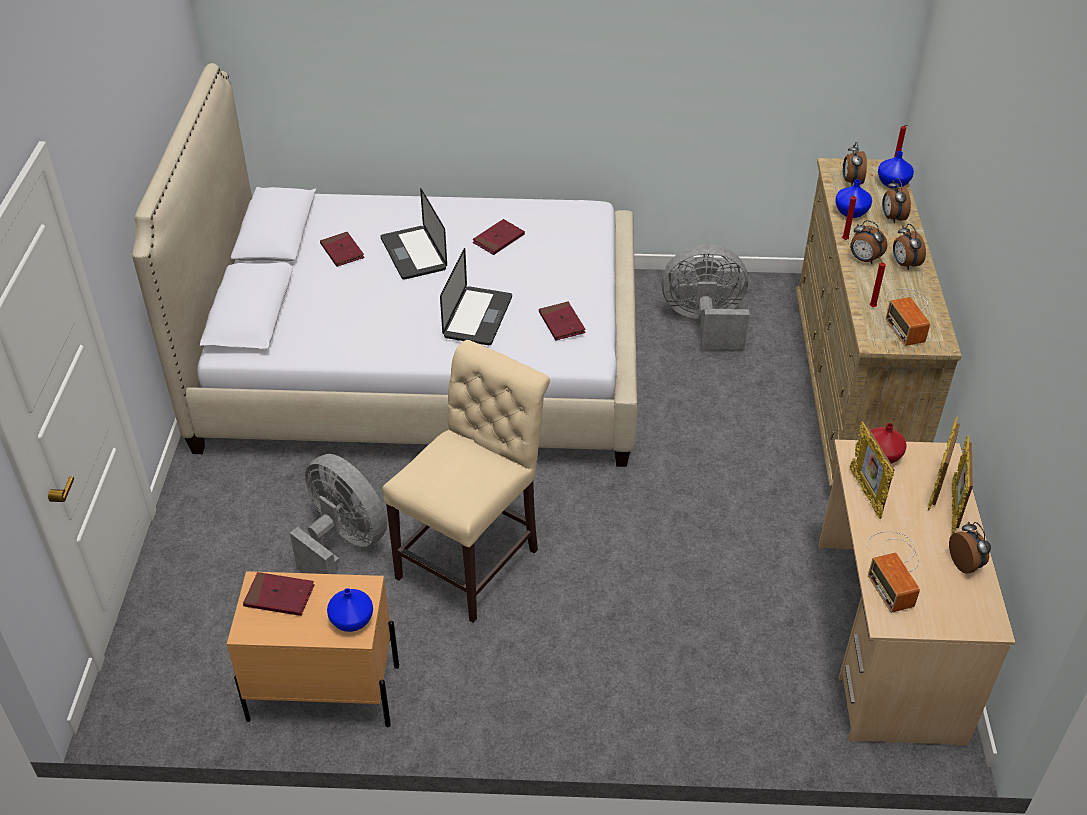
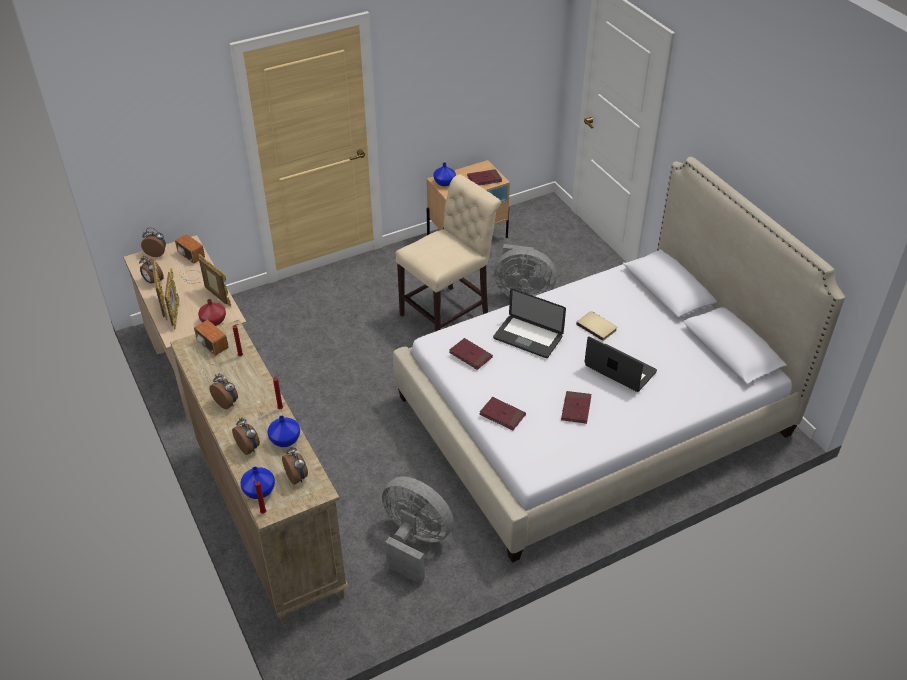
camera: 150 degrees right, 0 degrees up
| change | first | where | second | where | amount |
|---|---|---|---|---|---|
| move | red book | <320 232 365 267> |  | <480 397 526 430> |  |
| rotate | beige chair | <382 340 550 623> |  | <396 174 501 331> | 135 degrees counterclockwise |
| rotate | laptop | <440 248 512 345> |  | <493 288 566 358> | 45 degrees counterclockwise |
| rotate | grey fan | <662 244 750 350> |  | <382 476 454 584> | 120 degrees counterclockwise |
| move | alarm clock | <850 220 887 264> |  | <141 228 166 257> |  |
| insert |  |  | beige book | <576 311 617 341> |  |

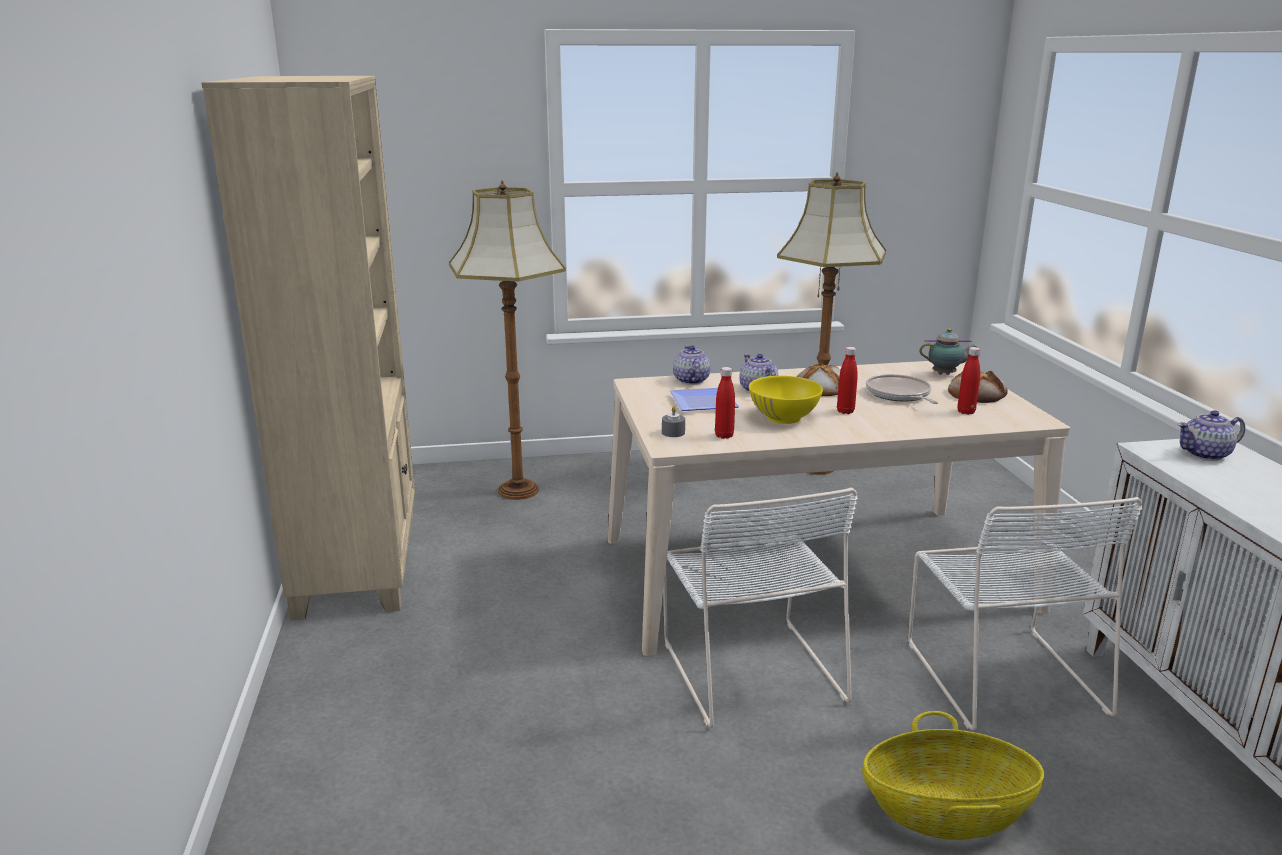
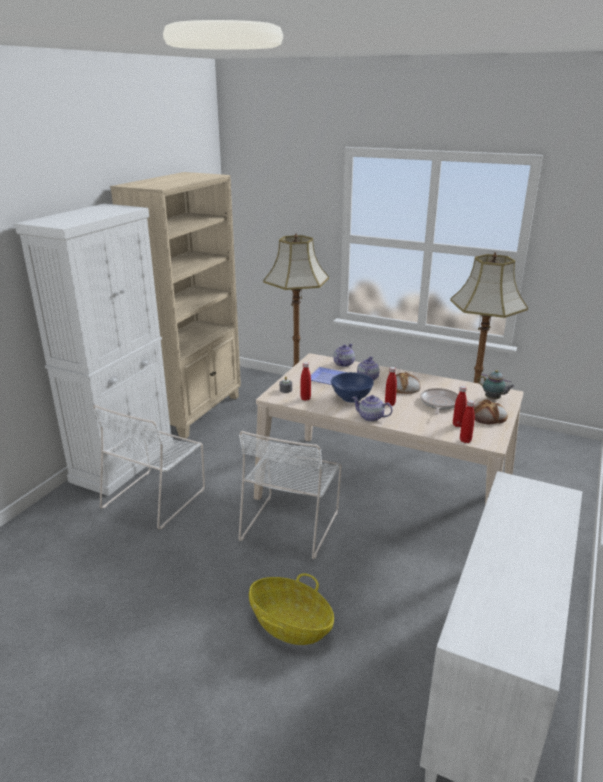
camera: 35 degrees right, 5 degrees up
| change | first | where | second | where | amount |
|---|---|---|---|---|---|
| recolor | yellow bowl | <749 376 823 424> | blue bowl | <331 372 374 402> |  |
| move | white chair | <908 497 1142 731> |  | <93 405 205 529> |  |
| move | teapot | <1177 410 1245 461> |  | <352 395 393 422> |  |
| insert |  |  | white cabinet | <15 204 174 496> |  |
| insert |  |  | red bottle | <460 400 475 443> |  |

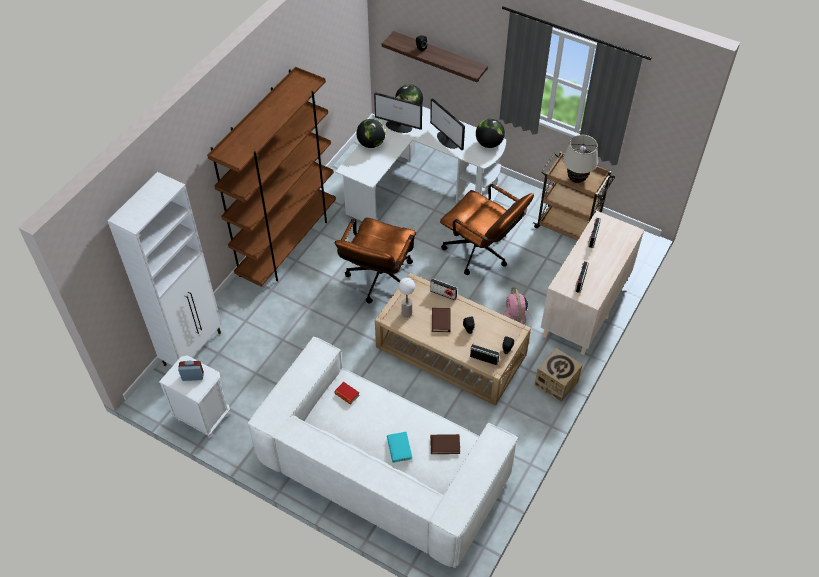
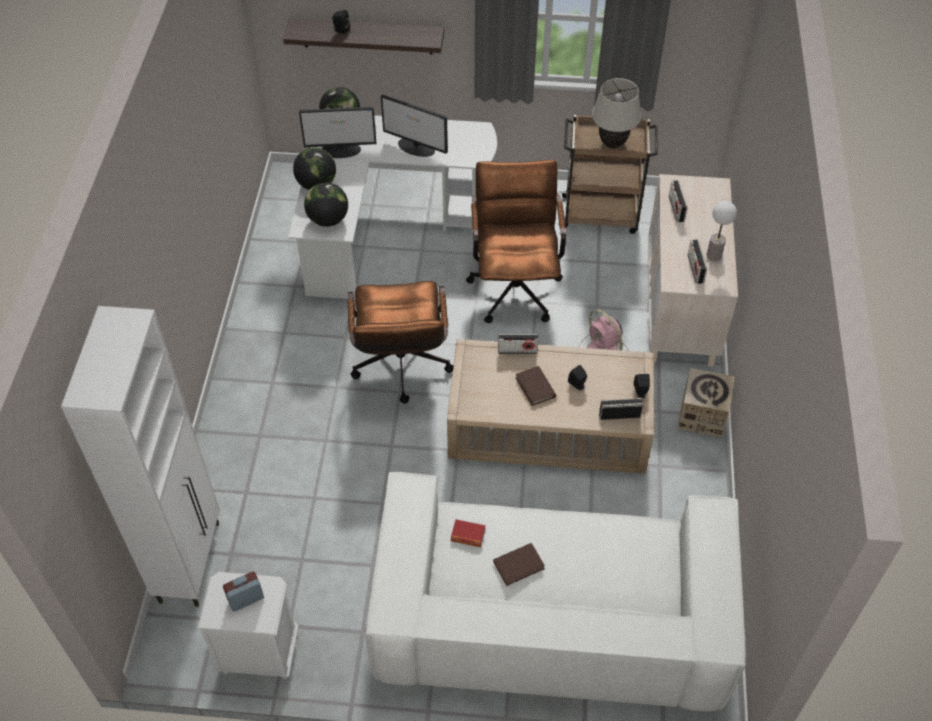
camera: 25 degrees left, 0 degrees up
| change | first | where | second | where | amount |
|---|---|---|---|---|---|
| delete | brown bookcase | <207 67 336 287> |  |  |  |
| delete | turquoise book | <387 432 412 463> |  |  |  |
| move | table lamp | <398 278 415 317> |  | <707 201 737 261> |  |
| move | brown book | <430 434 460 454> |  | <493 543 545 586> |  |
| rotate | brown office chair | <440 184 534 275> |  | <466 160 566 323> | 105 degrees counterclockwise |
| move | globe | <476 119 505 148> |  | <304 183 348 227> |  |

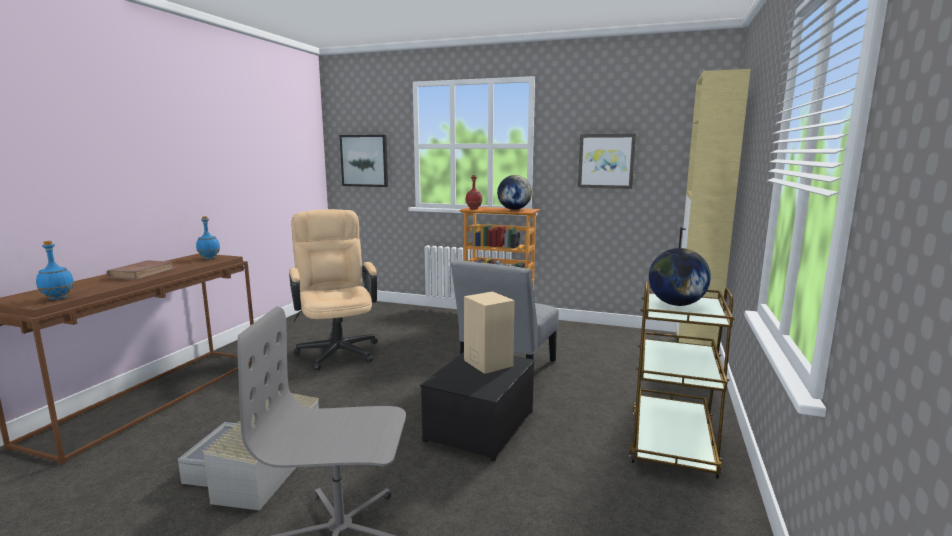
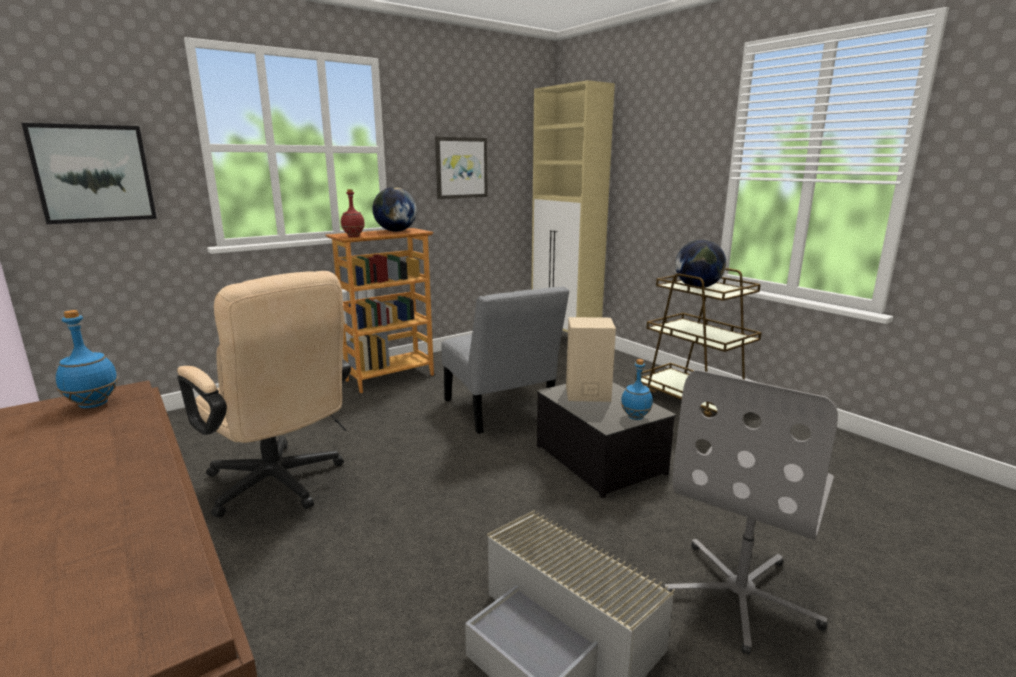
camera: 55 degrees left, 5 degrees up
| change | first | where | second | where | amount |
|---|---|---|---|---|---|
| move | blue bottle | <36 241 74 300> |  | <621 359 653 420> |  |
| delete | brown book | <106 260 176 280> |  |  |  |
| rotate | beige office chair | <289 209 378 371> |  | <177 271 351 518> | 150 degrees counterclockwise |

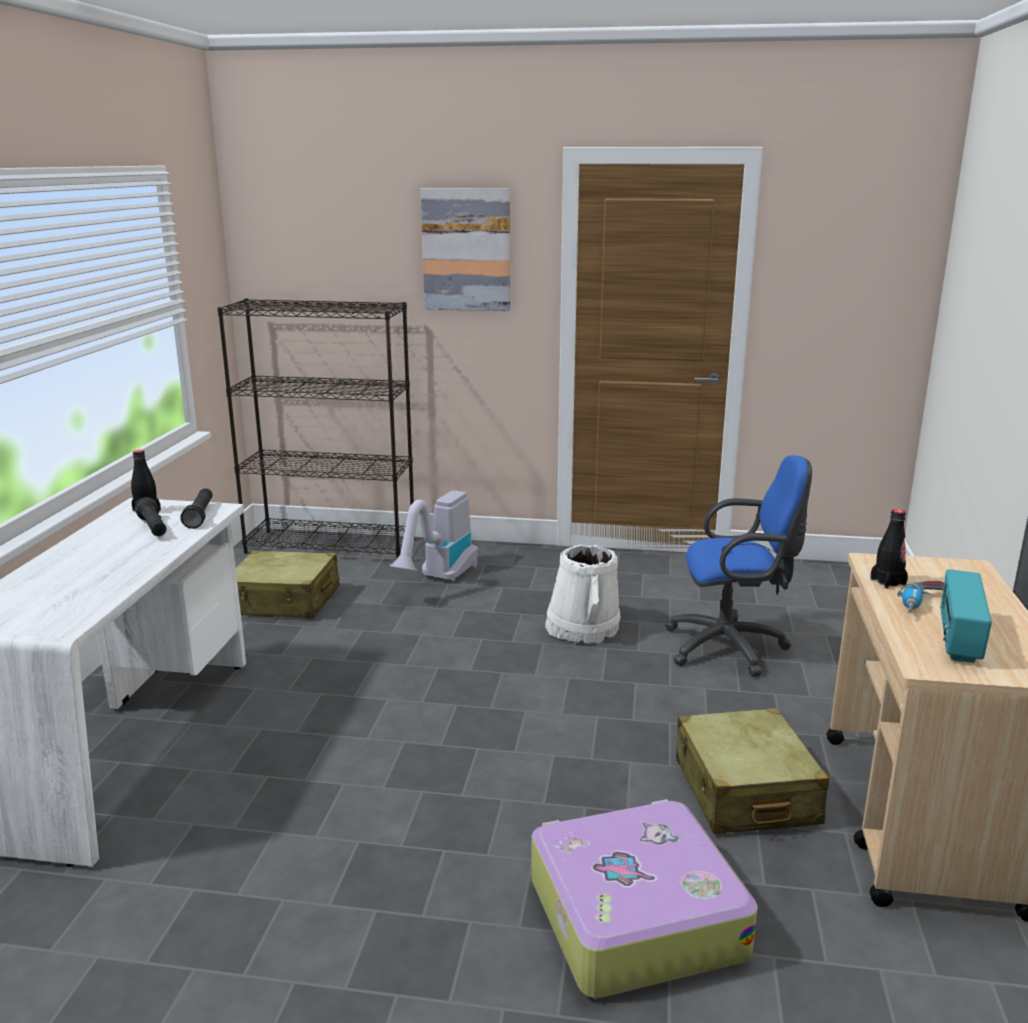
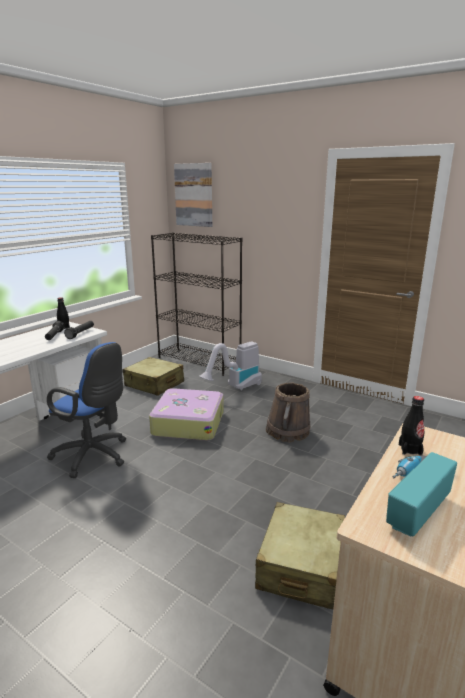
camera: 25 degrees right, 0 degrees up
| change | first | where | second | where | amount |
|---|---|---|---|---|---|
| move | picture | <420 188 510 311> |  | <174 163 212 227> |  |
| move | suitcase | <531 799 758 998> |  | <149 388 224 441> |  |
| recolor | white bucket | <545 545 621 644> | brown bucket | <266 382 310 443> |  |
| move | blue office chair | <665 455 812 677> |  | <47 342 126 478> |  |

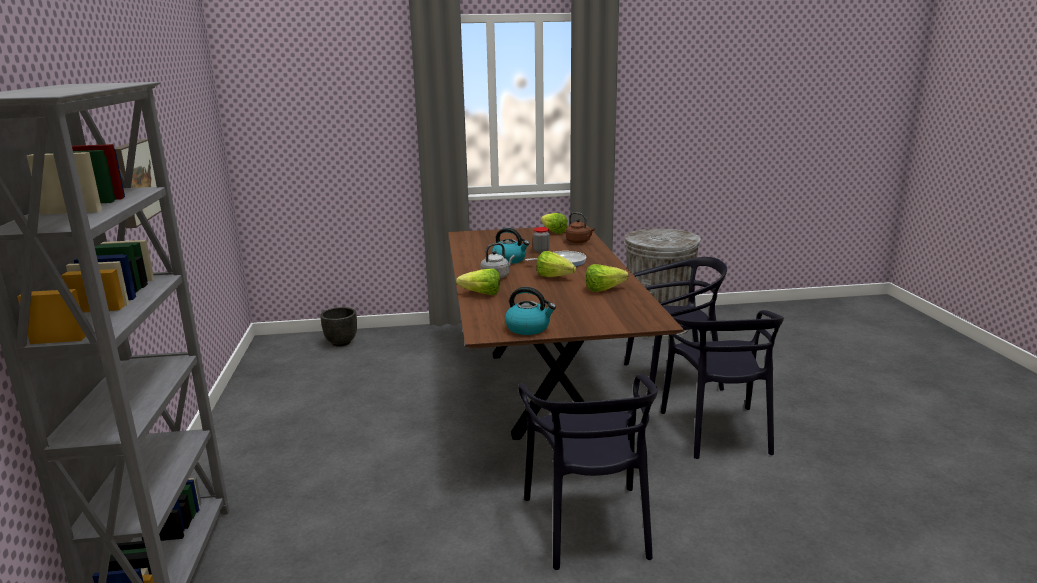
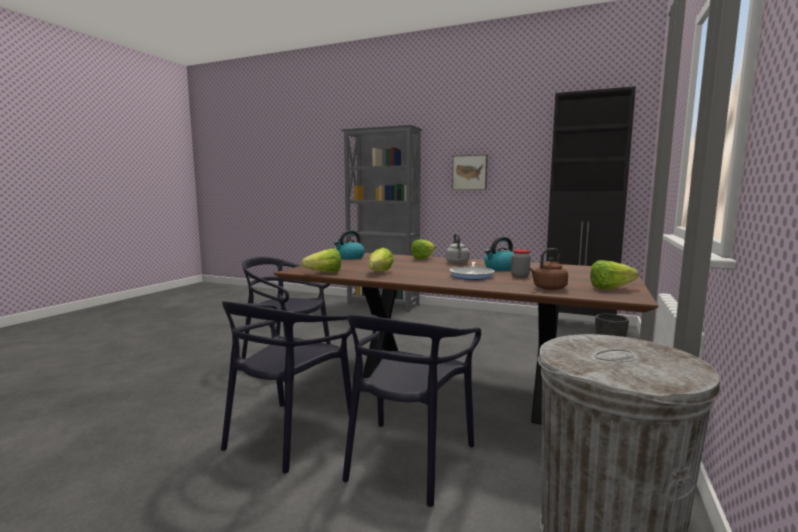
camera: 120 degrees right, 10 degrees down
| change | first | where | second | where | amount |
|---|---|---|---|---|---|
| move | lettuce | <537 251 576 277> |  | <301 248 341 273> |  |
| rotate | black chair | <661 310 784 459> |  | <221 301 352 473> | 90 degrees counterclockwise |
| insert |  |  | black cabinet | <546 86 636 316> |  |

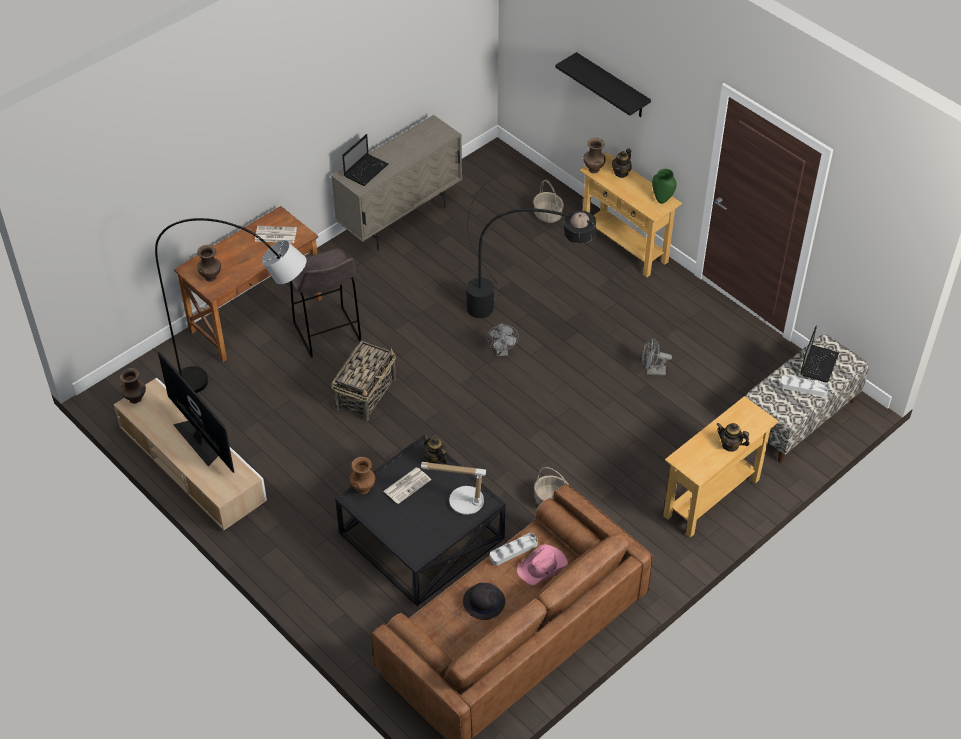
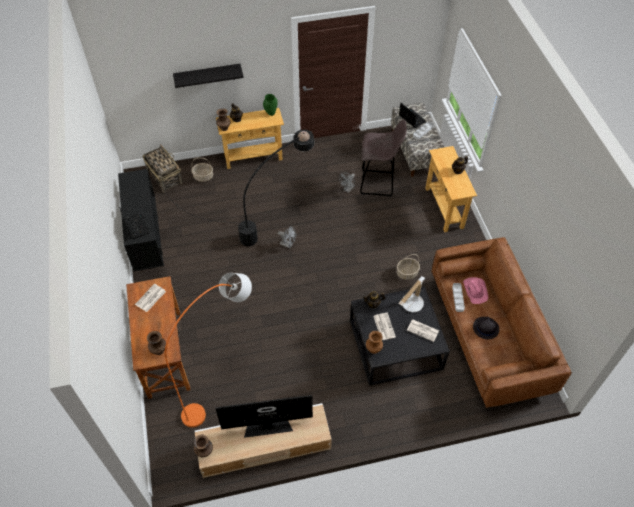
camera: 60 degrees left, 5 degrees up
| change | first | where | second | where | amount |
|---|---|---|---|---|---|
| recolor | grey floor lamp | <155 218 307 393> | orange floor lamp | <165 273 252 428> |  |
| move | grey stool | <290 249 362 358> |  | <360 119 407 197> |  |
| recolor | beige cabinet | <331 115 462 251> | black cabinet | <118 169 164 271> |  |
| move | basket | <331 341 396 421> |  | <142 145 183 193> |  |
| insert |  |  | newspaper | <407 319 439 342> |  |

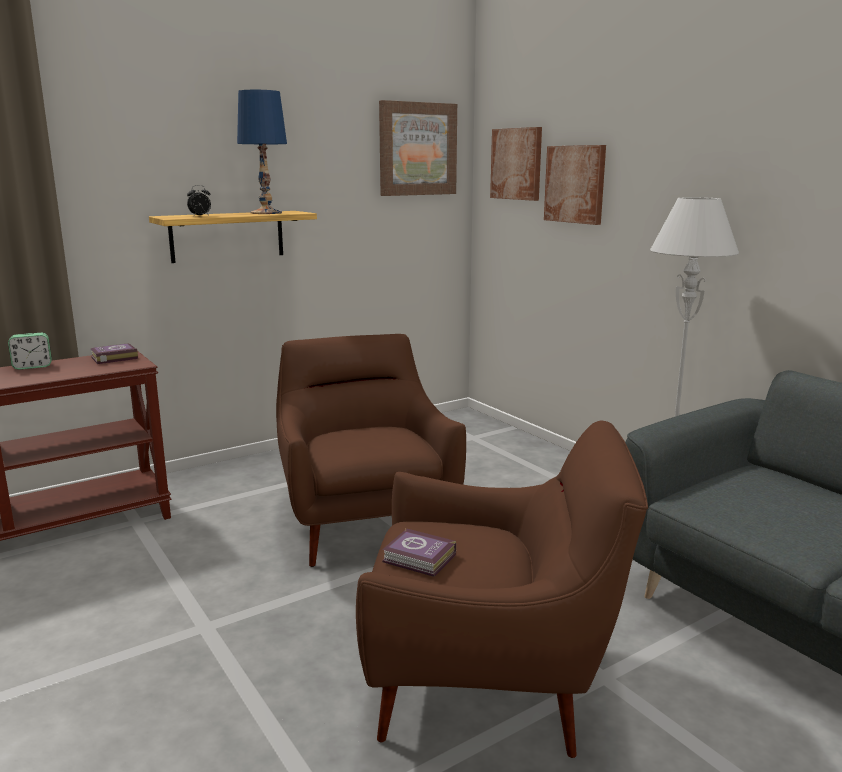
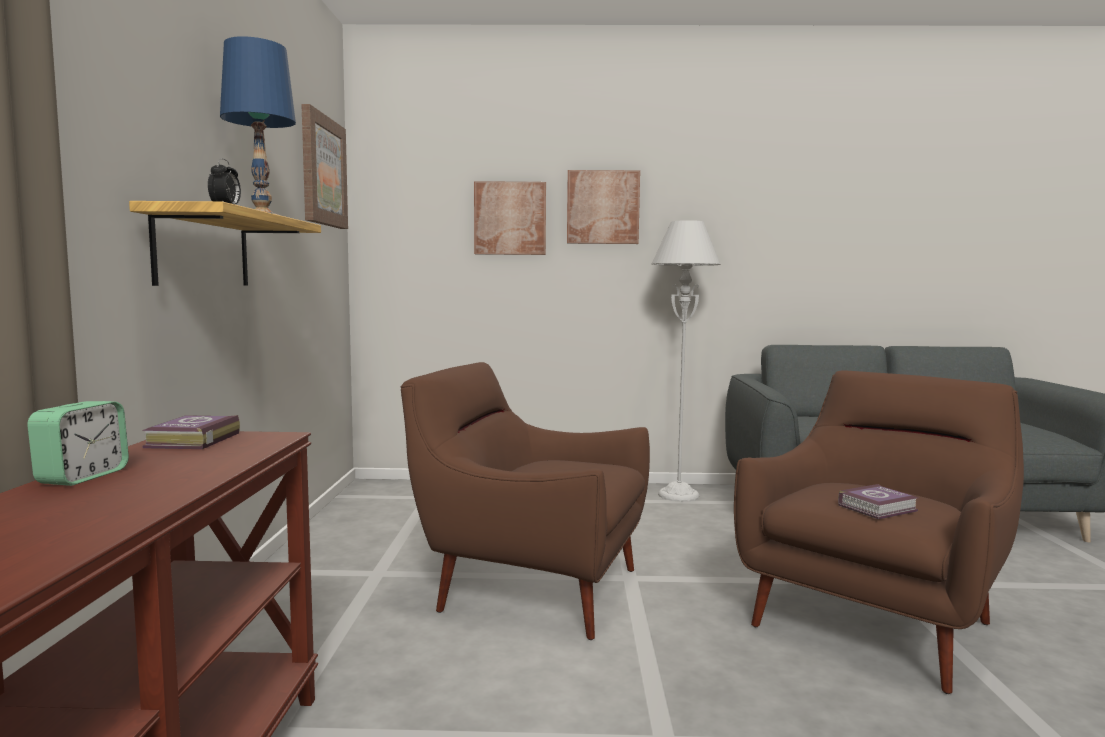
camera: 55 degrees left, 10 degrees down
| change | first | where | second | where | amount |
|---|---|---|---|---|---|
| move | picture | <490 127 542 201> |  | <567 170 640 244> |  |

